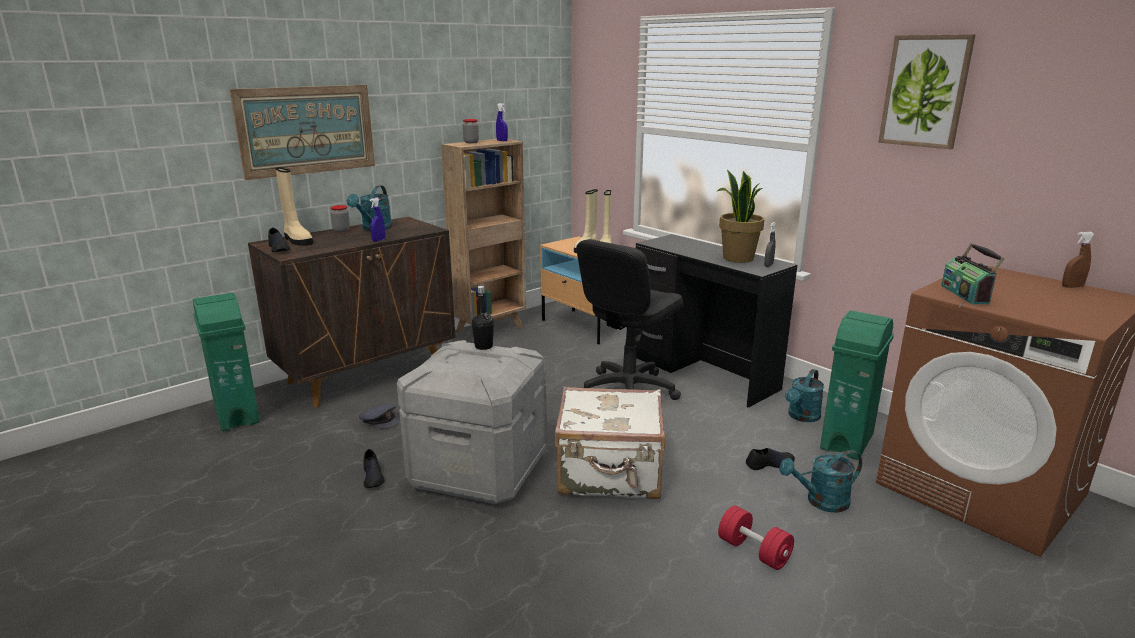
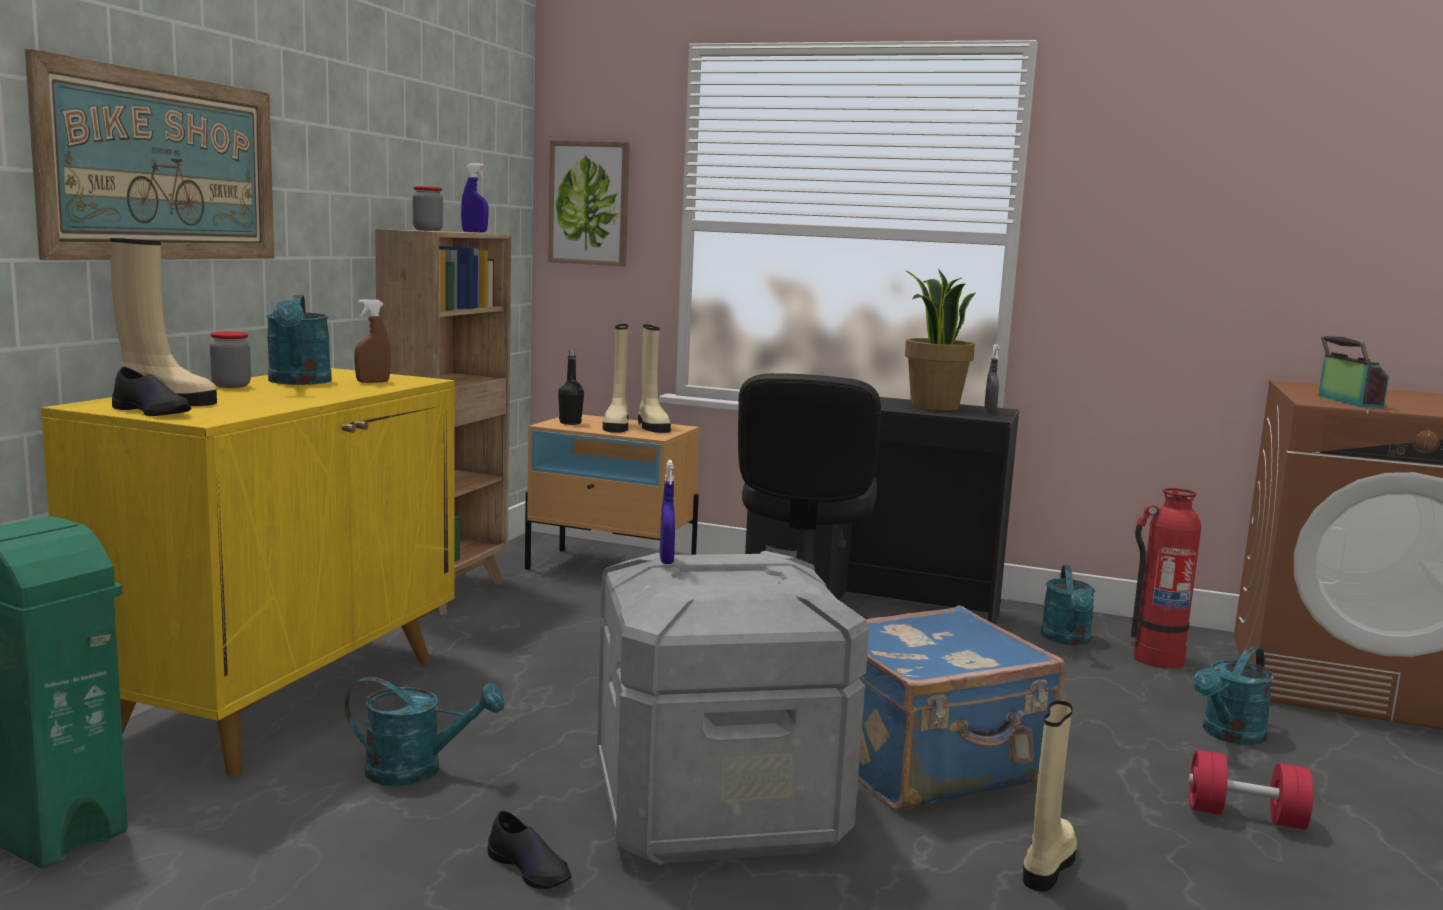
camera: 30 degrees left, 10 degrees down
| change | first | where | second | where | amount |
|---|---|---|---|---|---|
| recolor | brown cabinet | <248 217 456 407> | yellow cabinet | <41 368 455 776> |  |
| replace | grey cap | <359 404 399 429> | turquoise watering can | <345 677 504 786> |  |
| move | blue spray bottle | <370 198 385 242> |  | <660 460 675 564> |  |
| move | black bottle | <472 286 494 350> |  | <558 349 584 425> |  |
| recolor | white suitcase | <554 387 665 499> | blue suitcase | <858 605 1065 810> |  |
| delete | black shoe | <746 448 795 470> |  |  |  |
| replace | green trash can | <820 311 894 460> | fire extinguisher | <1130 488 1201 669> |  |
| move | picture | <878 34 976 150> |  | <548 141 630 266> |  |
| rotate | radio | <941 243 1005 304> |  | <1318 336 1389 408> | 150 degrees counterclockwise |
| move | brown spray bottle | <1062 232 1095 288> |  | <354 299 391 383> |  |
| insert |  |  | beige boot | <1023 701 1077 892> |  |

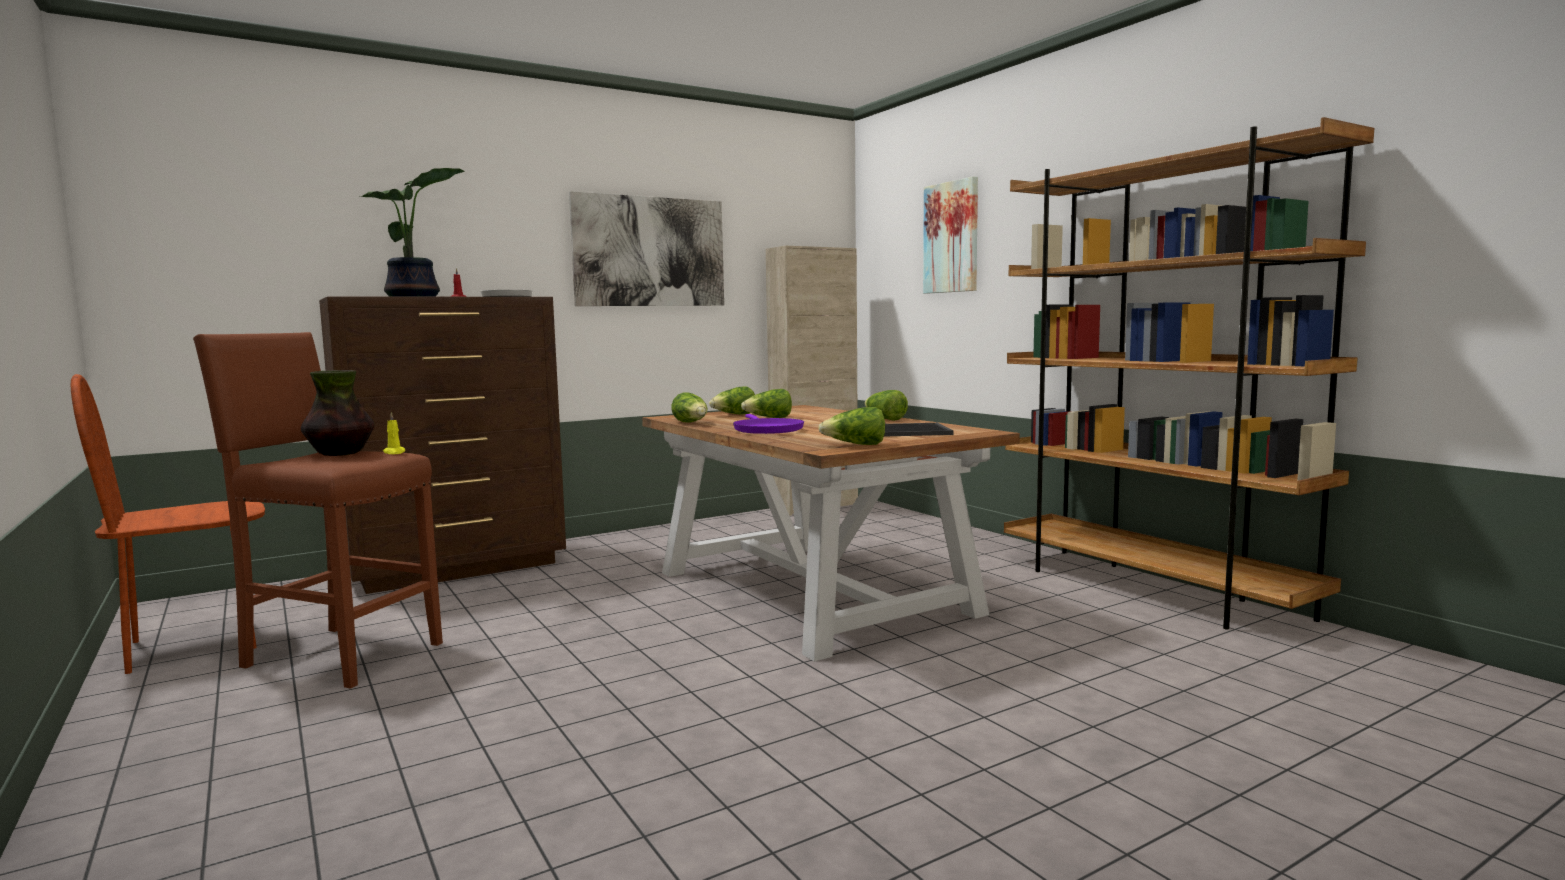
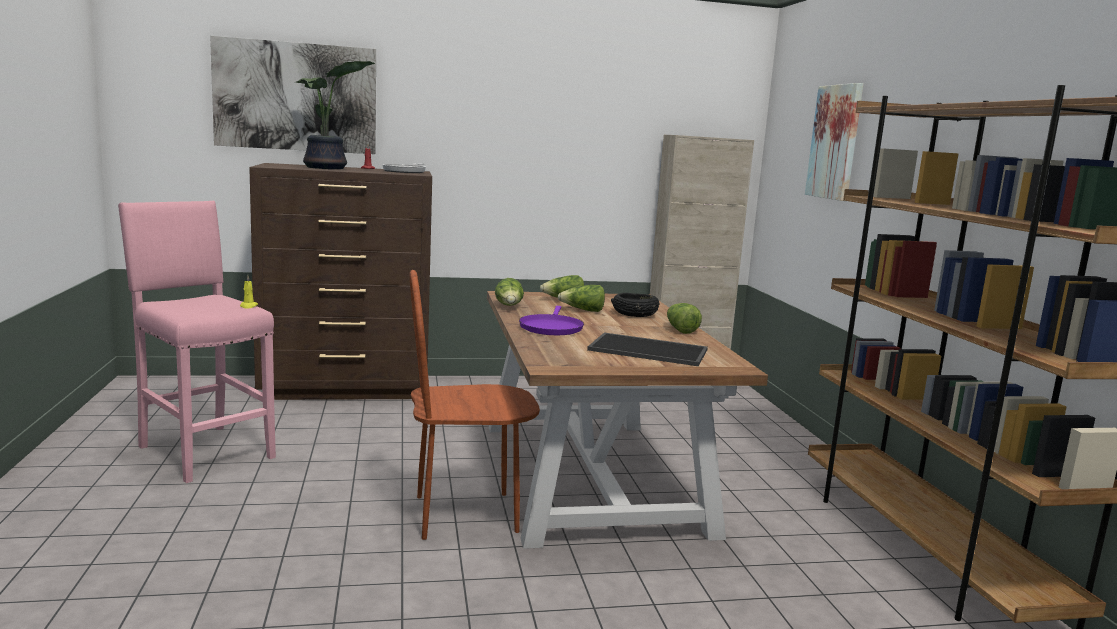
camera: 20 degrees right, 5 degrees up
| change | first | where | second | where | amount |
|---|---|---|---|---|---|
| move | brown chair | <71 374 265 674> |  | <410 270 540 540> |  |
| recolor | brown stool | <193 332 443 689> | pink stool | <118 201 276 483> |  |
| delete | vase | <301 370 375 456> |  |  |  |
| move | picture | <569 191 724 306> |  | <210 36 376 154> |  |
| delete | lettuce | <818 407 885 445> |  |  |  |
| insert |  |  | black bowl | <611 293 659 317> |  |

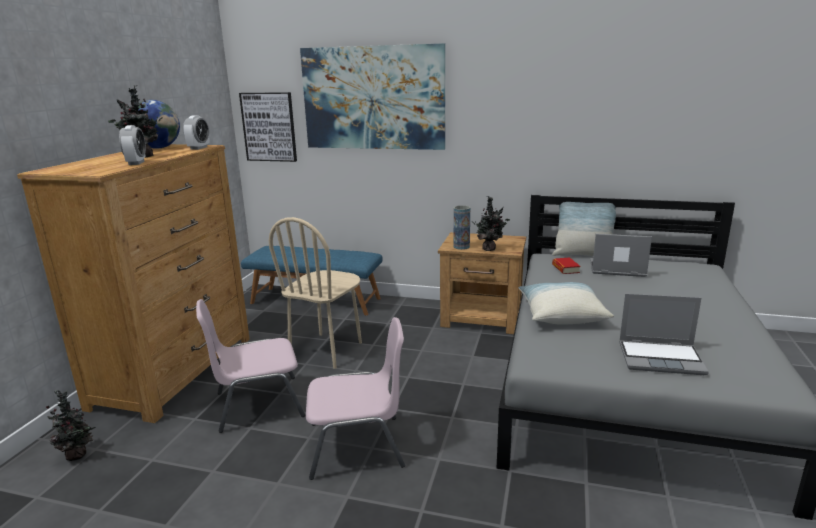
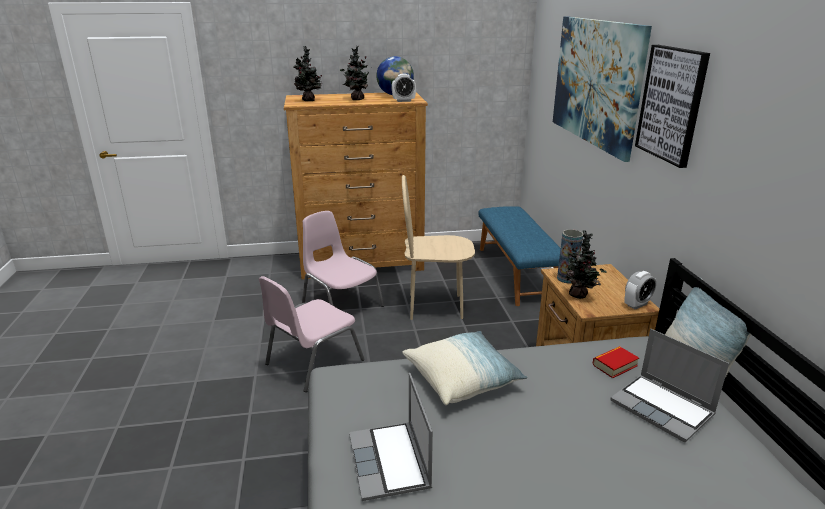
camera: 65 degrees right, 5 degrees up
| change | first | where | second | where | amount |
|---|---|---|---|---|---|
| move | potted plant | <46 390 95 461> |  | <294 46 322 101> |  |
| move | alarm clock | <119 125 146 165> |  | <624 271 656 310> |  |
| move | picture | <239 92 297 162> |  | <635 45 710 168> |  |
| rotate | pink chair | <306 317 405 480> |  | <259 276 365 392> | 75 degrees clockwise |
| rotate | laptop | <590 234 652 277> |  | <610 329 729 442> | 150 degrees clockwise |

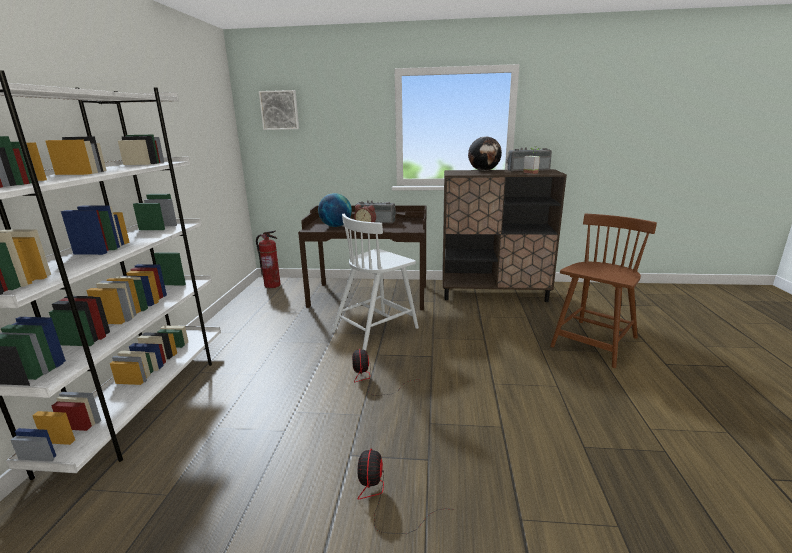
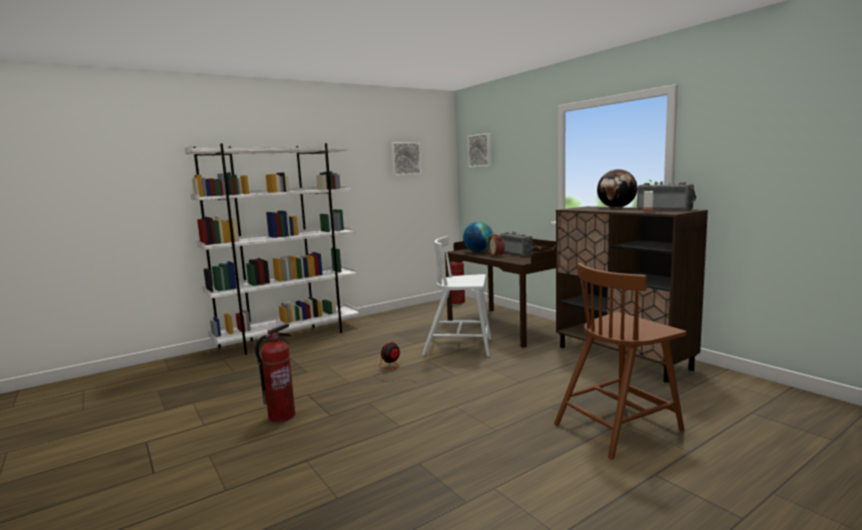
camera: 50 degrees right, 10 degrees down
| change | first | where | second | where | amount |
|---|---|---|---|---|---|
| replace | fan | <357 449 445 534> | fire extinguisher | <255 323 295 422> |  |
| rotate | brown chair | <550 214 657 368> |  | <554 263 686 459> | 150 degrees clockwise |
| insert |  |  | picture | <391 143 421 176> |  |

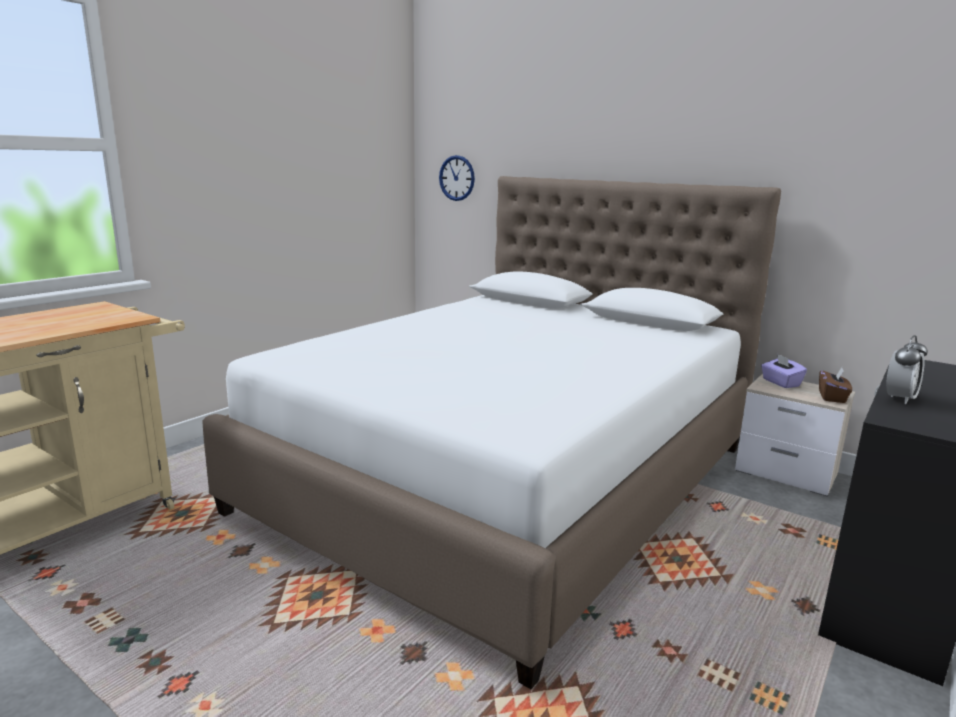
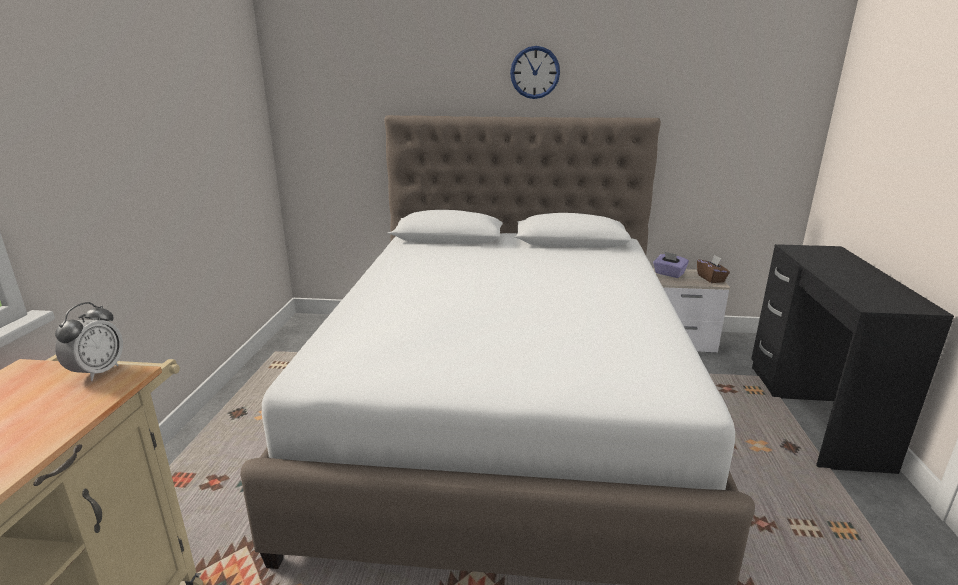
camera: 30 degrees left, 5 degrees up
| change | first | where | second | where | amount |
|---|---|---|---|---|---|
| move | wall clock | <439 155 475 201> |  | <510 46 560 99> |  |
| move | alarm clock | <886 335 928 404> |  | <55 302 123 381> |  |

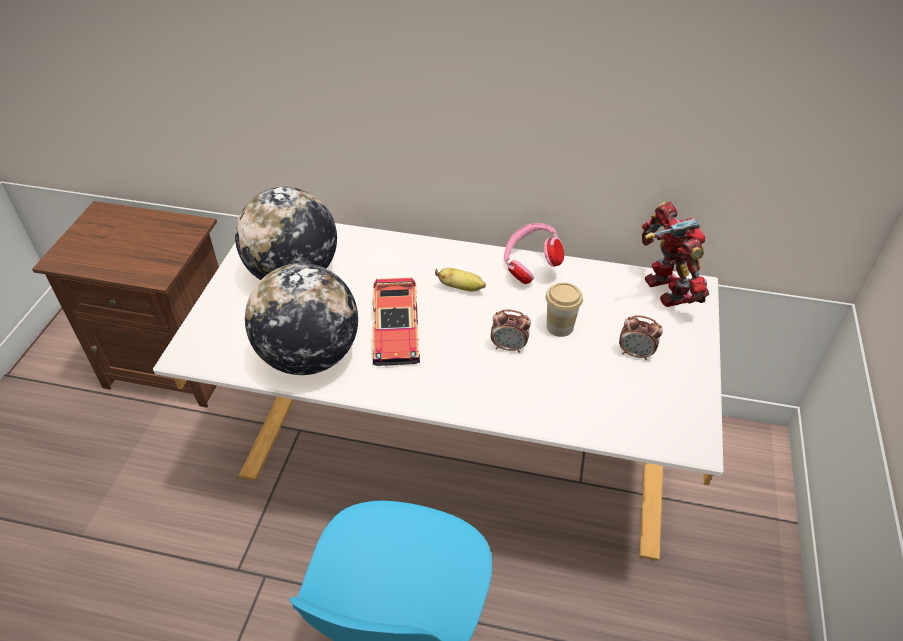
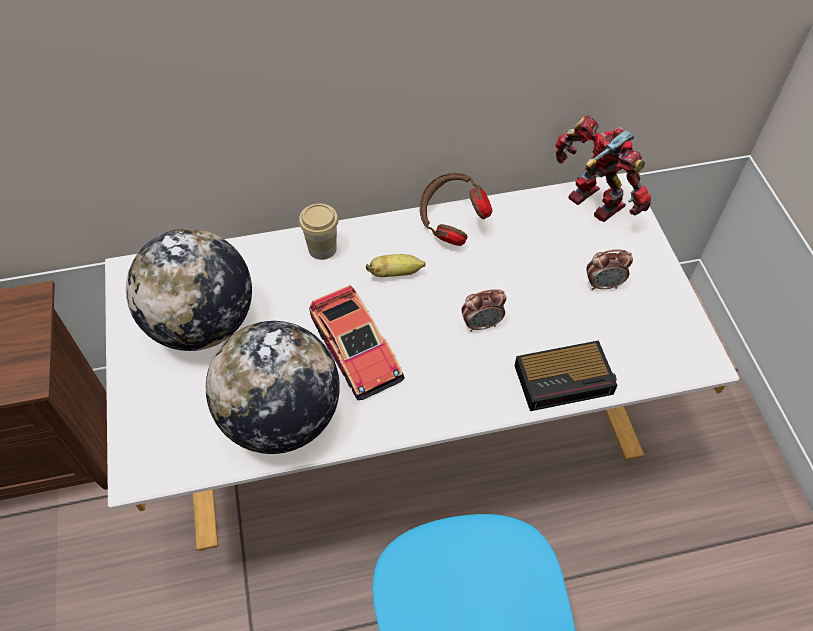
camera: 25 degrees left, 10 degrees up
| change | first | where | second | where | amount |
|---|---|---|---|---|---|
| recolor | pink headphones | <504 223 564 284> | brown headphones | <420 173 492 246> |  |
| move | cup | <546 283 583 337> |  | <299 204 338 260> |  |
| insert |  |  | alarm clock | <515 340 618 411> |  |

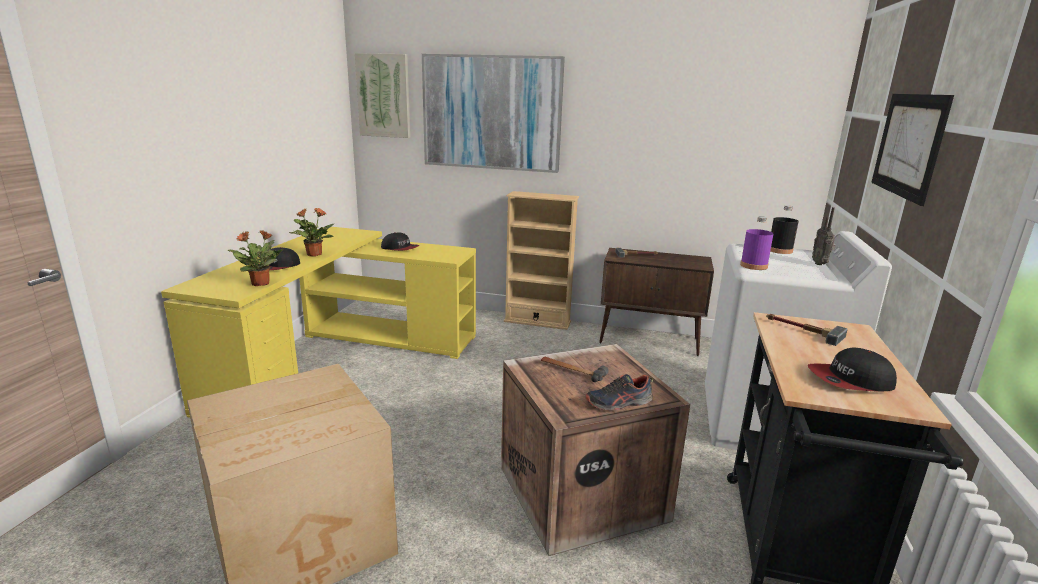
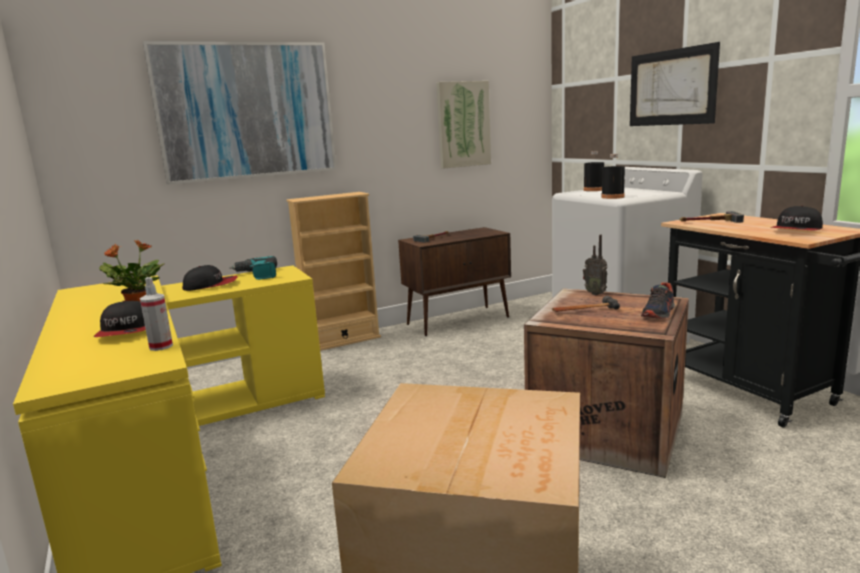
camera: 40 degrees left, 5 degrees down
| change | first | where | second | where | amount |
|---|---|---|---|---|---|
| replace | potted plant | <228 230 283 286> | spray bottle | <140 277 173 351> |  |
| move | picture | <355 53 410 138> |  | <437 81 491 169> |  |
| recolor | purple bottle | <740 216 773 270> | black bottle | <601 154 625 199> |  |
| move | radio | <812 207 835 265> |  | <583 235 607 295> |  |
| insert |  |  | power drill | <230 256 277 280> |  |

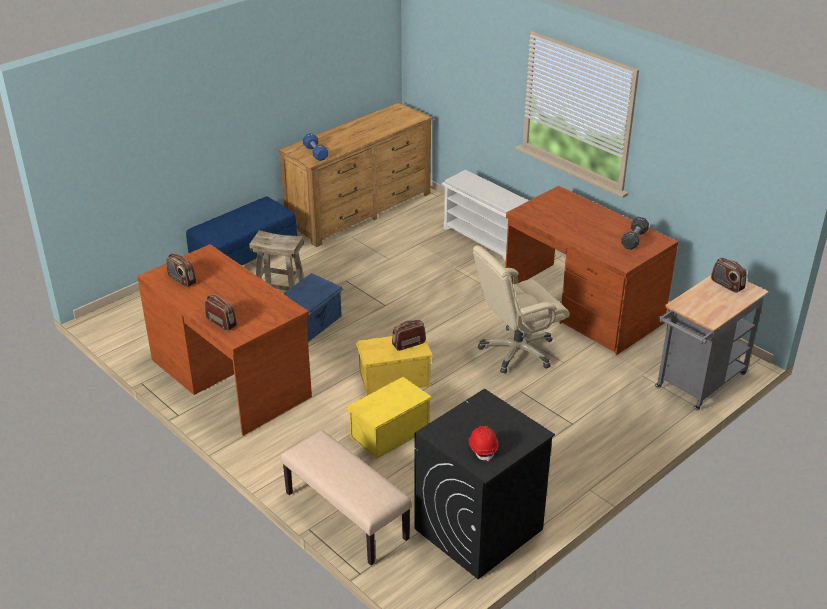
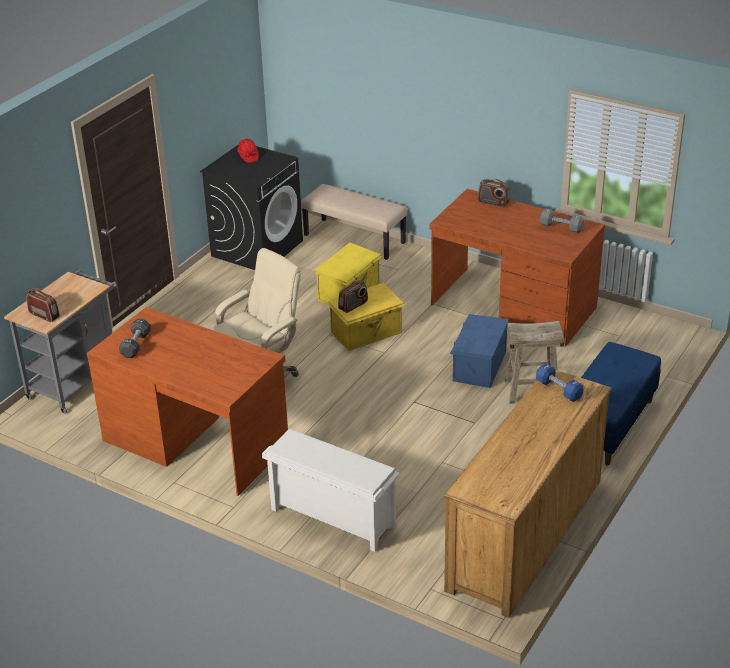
camera: 165 degrees right, 0 degrees up
| change | first | where | second | where | amount |
|---|---|---|---|---|---|
| replace | radio | <166 253 196 287> | grey dumbbell | <540 208 584 233> |  |

